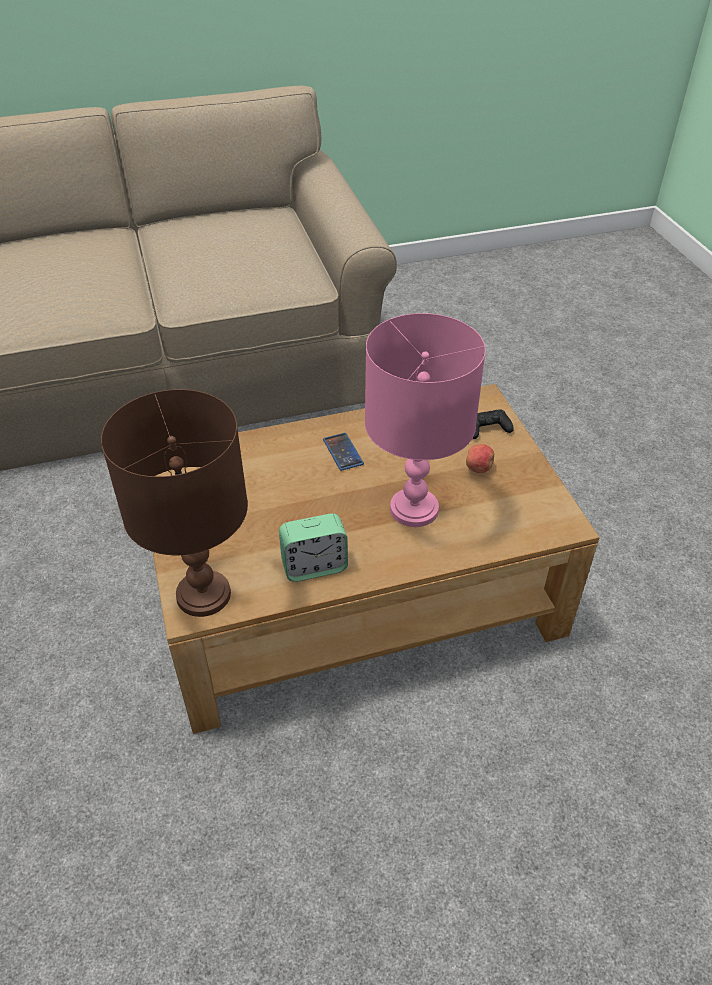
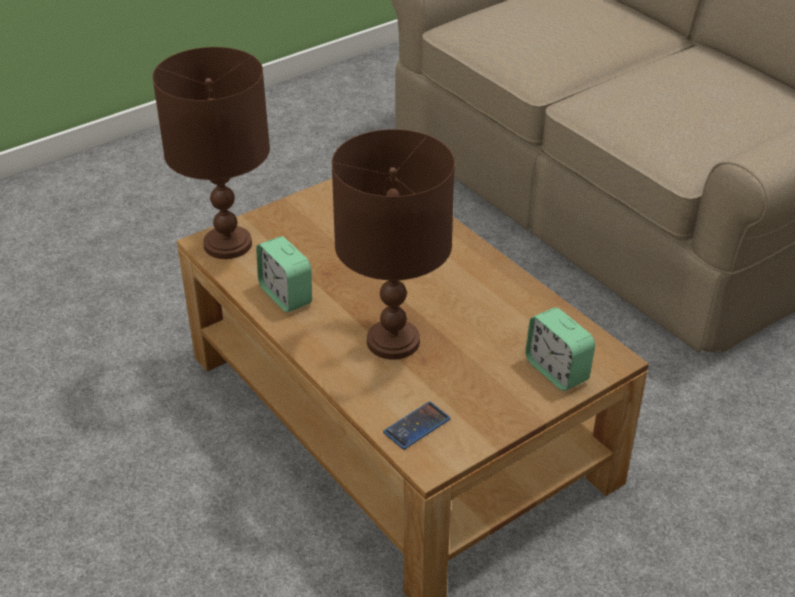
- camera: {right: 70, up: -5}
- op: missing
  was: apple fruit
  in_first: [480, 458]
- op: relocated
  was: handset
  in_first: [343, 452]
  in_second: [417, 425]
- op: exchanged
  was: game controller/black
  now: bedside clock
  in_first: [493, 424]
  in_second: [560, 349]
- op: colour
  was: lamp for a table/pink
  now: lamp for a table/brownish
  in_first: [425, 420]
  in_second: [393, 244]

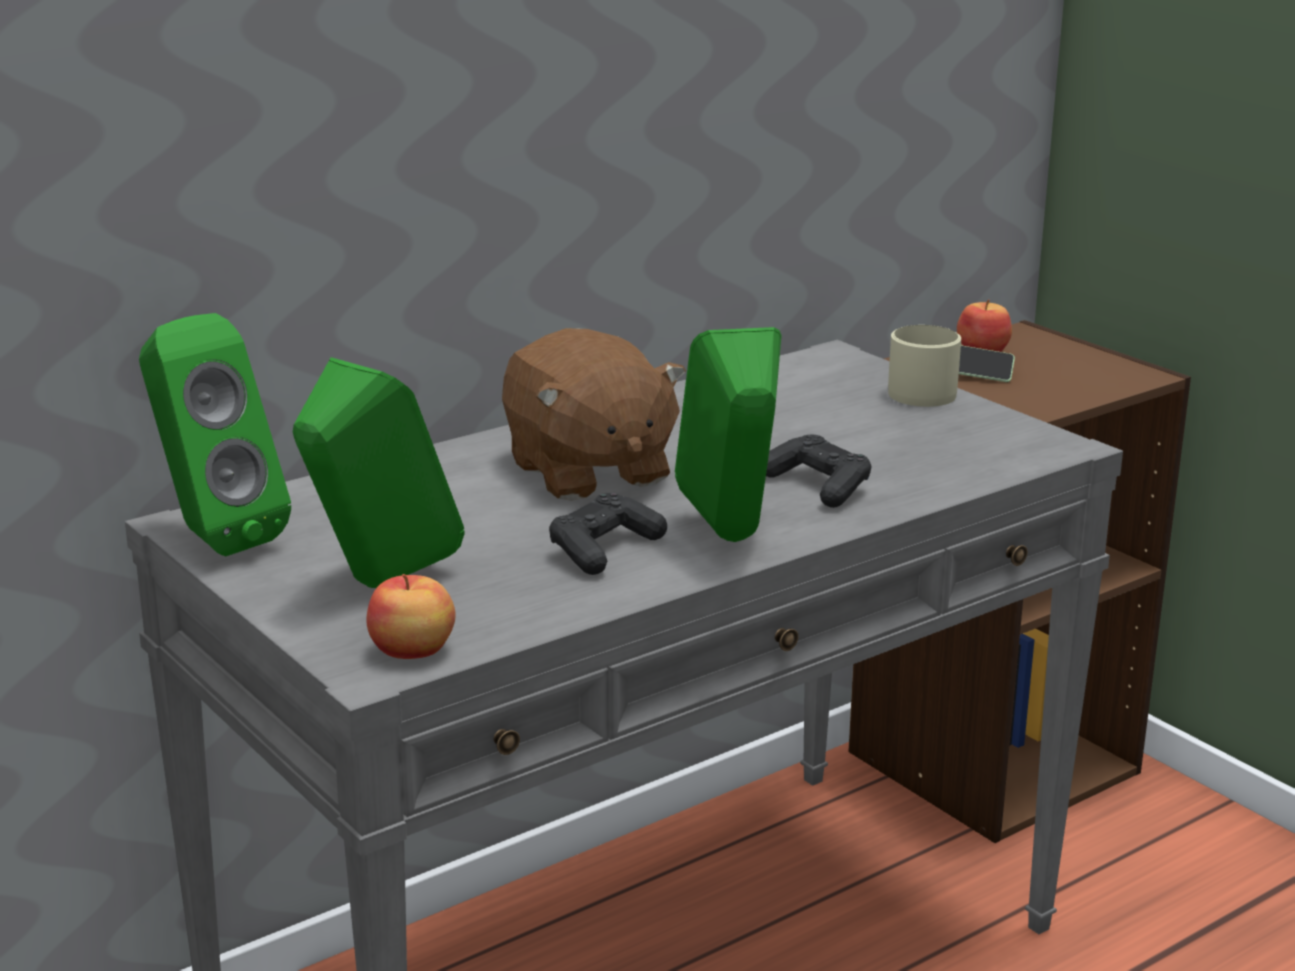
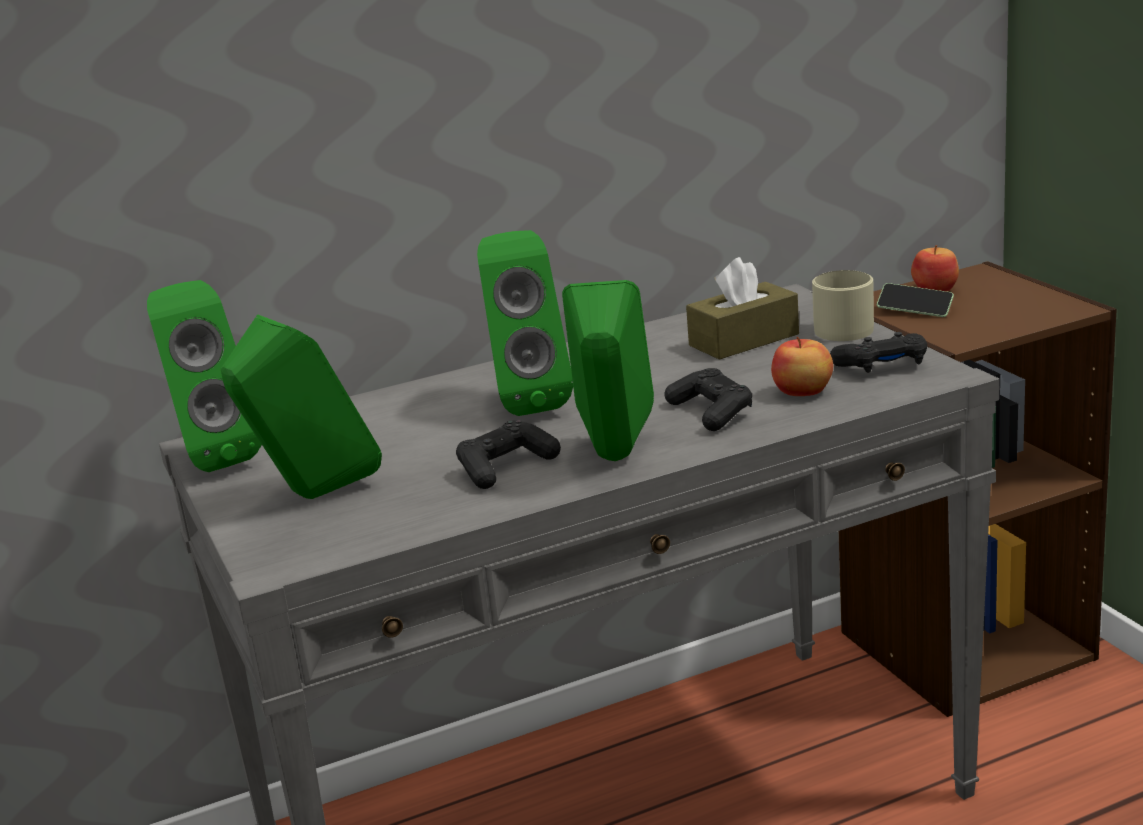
- camera: {right: 15, up: 0}
- op: appeared
  now: box of tissues/brownish
  in_second: [742, 308]
- op: appeared
  now: game controller/black
  in_second: [878, 352]
- op: relocated
  was: apple fruit
  in_first: [411, 616]
  in_second: [802, 366]
- op: exchanged
  was: plush toy/brownish
  now: speaker/green
  in_first: [594, 414]
  in_second: [525, 323]

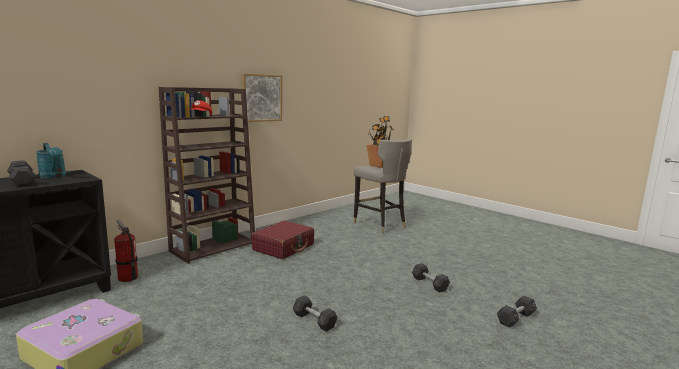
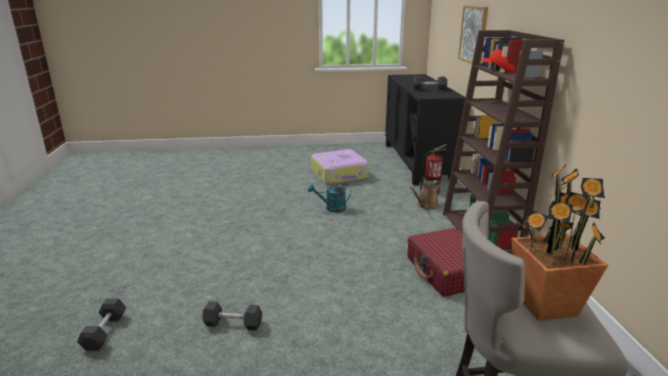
- camera: {right: 130, up: 10}
- op: missing
  was: hand weight/gray
  in_first: [315, 314]
- op: appeared
  now: sprinkling can/brownish
  in_second: [424, 194]
- op: relocated
  was: sprinkling can/blue-green
  in_first: [51, 160]
  in_second: [329, 197]
- op: relocated
  was: wall picture
  in_first: [262, 98]
  in_second: [473, 34]

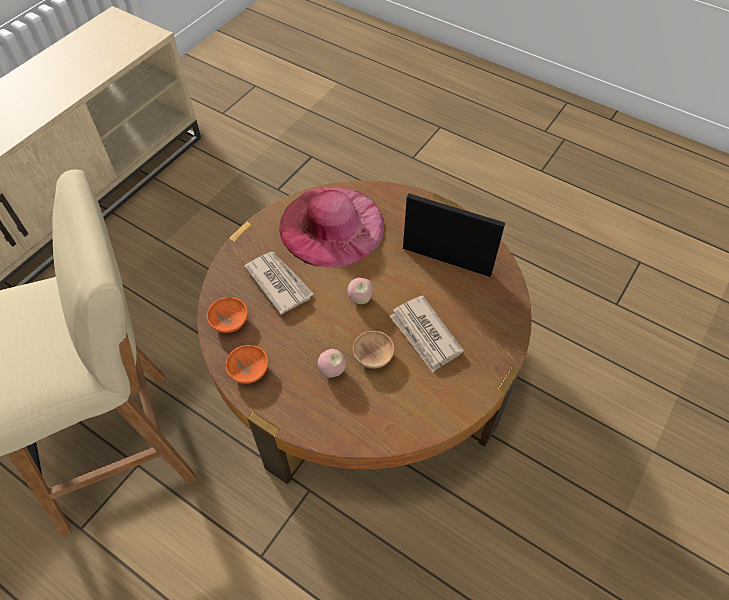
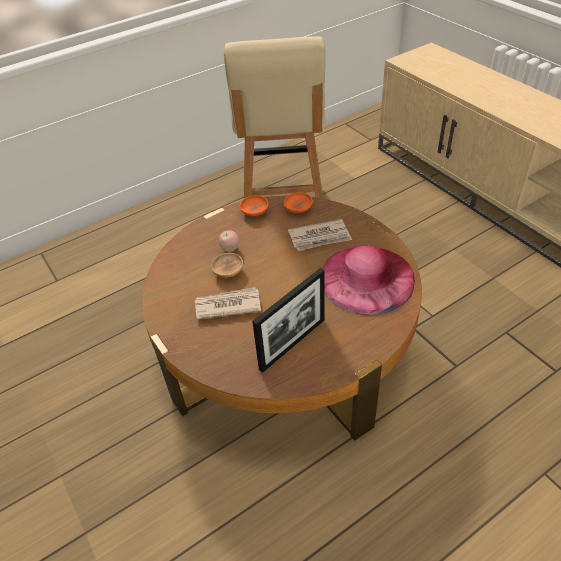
- camera: {right: 115, up: -10}
- op: missing
  was: apple fruit
  in_first: [360, 291]

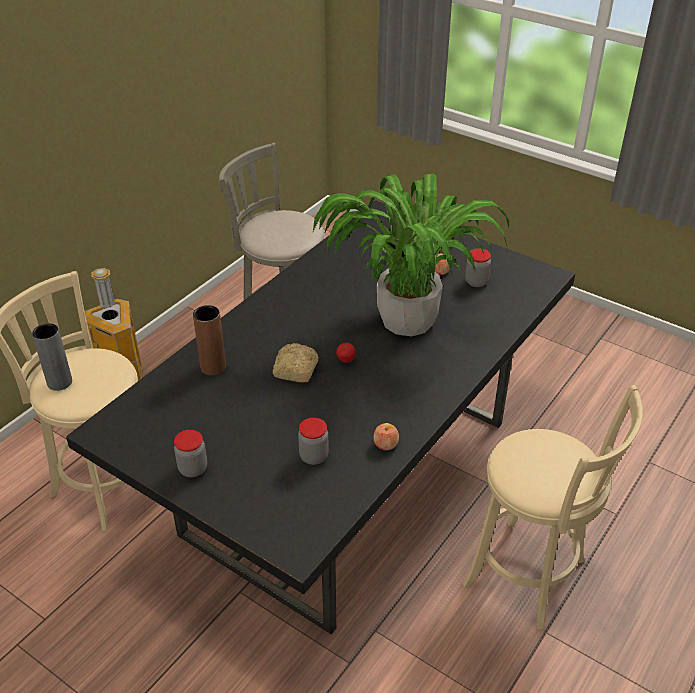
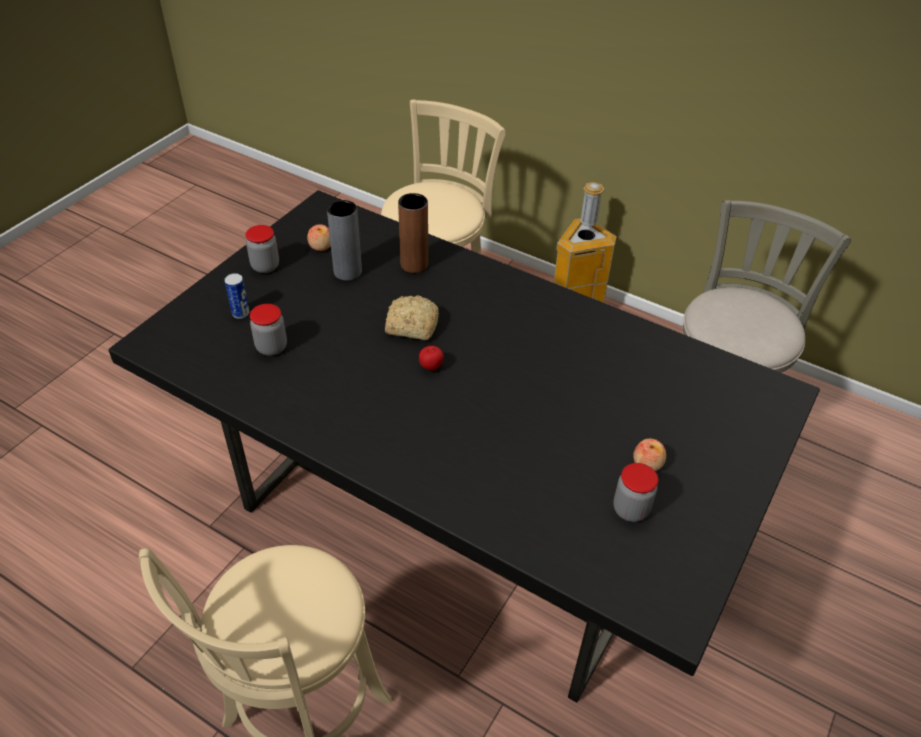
- camera: {right: 85, up: 5}
- op: missing
  was: houseplant
  in_first: [411, 255]
- op: appeared
  now: sealed can
  in_second: [236, 296]
- op: relocated
  was: vase/gray
  in_first: [52, 357]
  in_second: [344, 240]
- op: relocated
  was: apple fruit
  in_first: [386, 436]
  in_second: [319, 237]

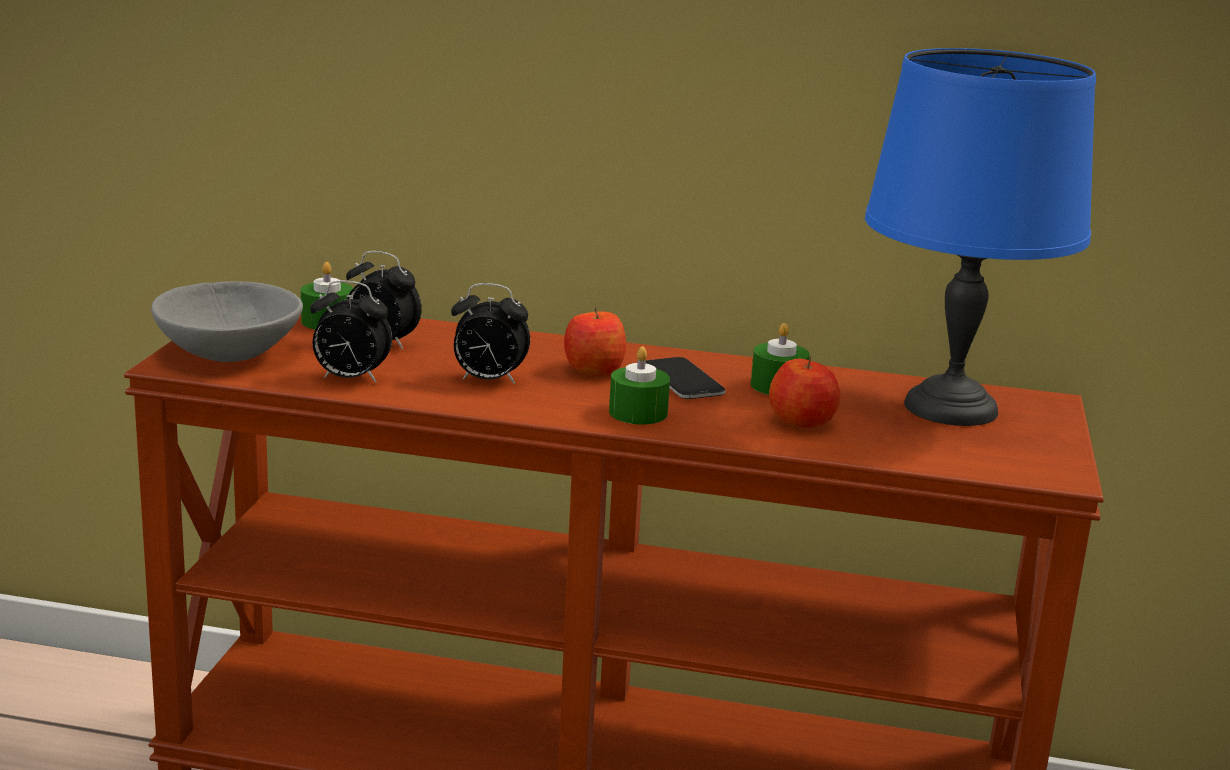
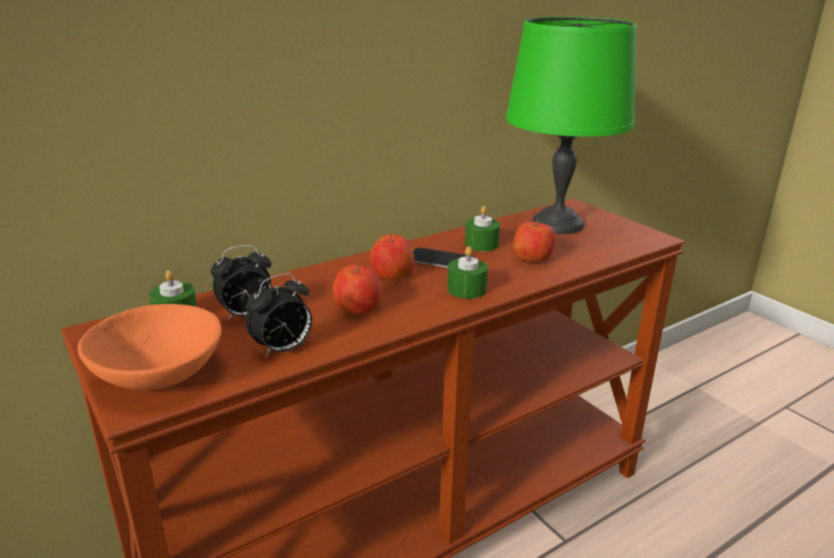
- camera: {right: -45, up: 5}
- op: exchanged
  was: bedside clock
  now: apple fruit
  in_first: [490, 333]
  in_second: [358, 289]
- op: colour
  was: deep dish/gray
  now: deep dish/orangey
  in_first: [227, 321]
  in_second: [150, 347]
- op: colour
  was: lamp for a table/blue
  now: lamp for a table/green
  in_first: [980, 237]
  in_second: [571, 125]

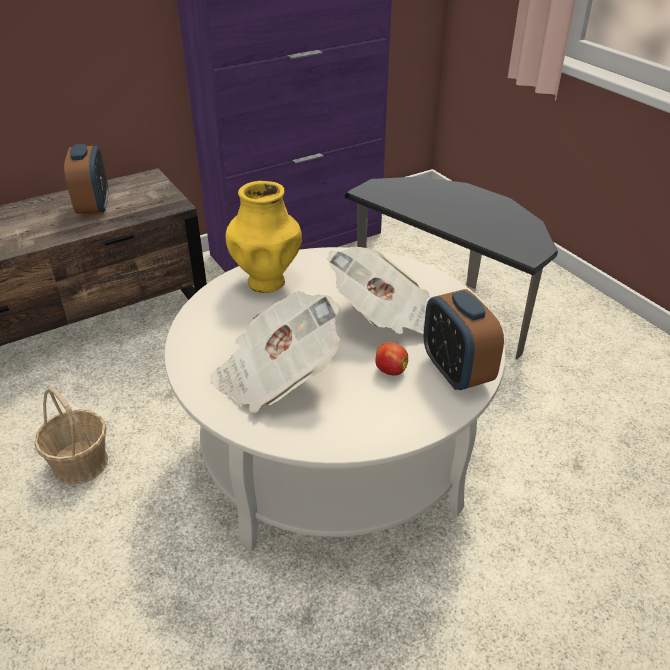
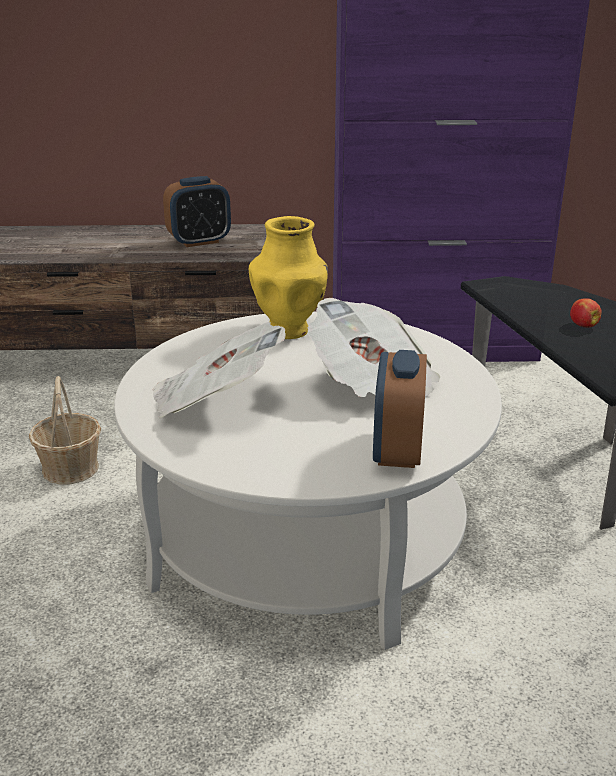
- camera: {right: 30, up: -10}
- op: relocated
  was: apple fruit
  in_first: [391, 359]
  in_second: [586, 313]
- op: spun
  was: bedside clock
  in_first: [86, 180]
  in_second: [197, 211]
  clockwise: 45

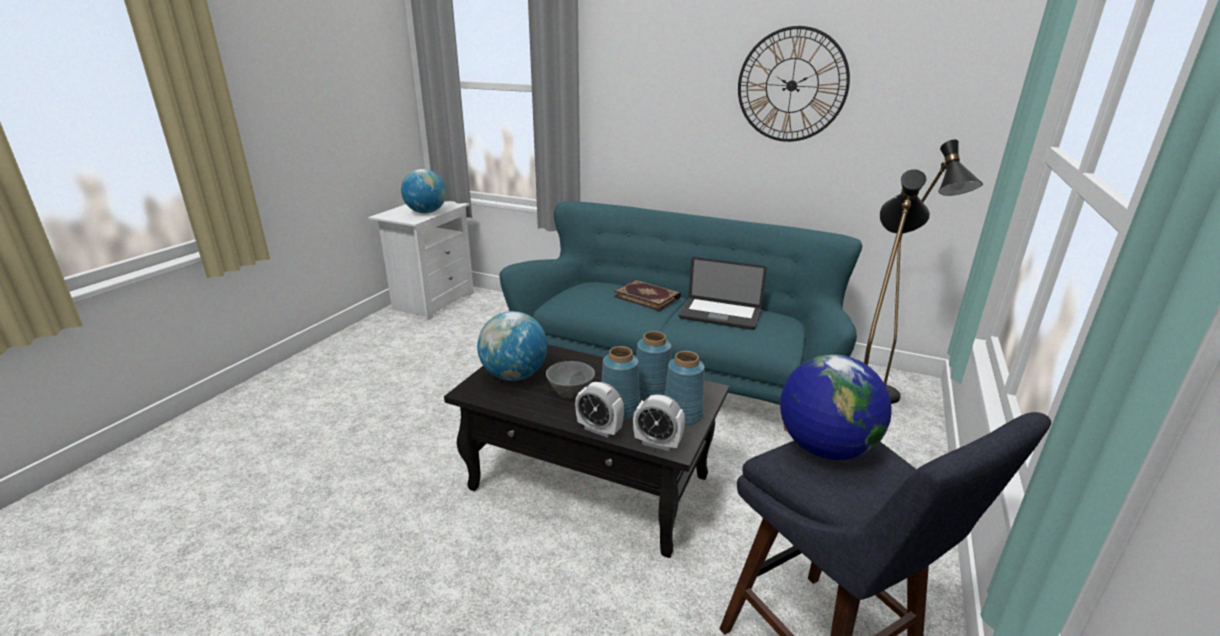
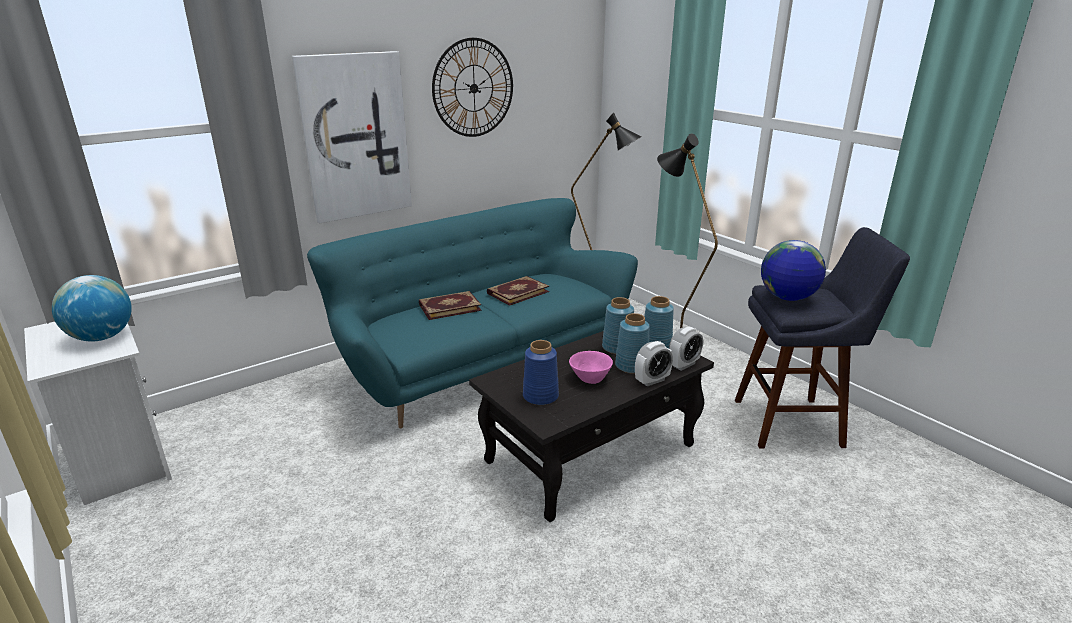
- camera: {right: -60, up: 0}
- op: appeared
  now: wall picture
  in_second: [352, 137]
- op: exchanged
  was: globe
  now: vase/blue
  in_first: [512, 346]
  in_second: [541, 372]
- op: exchanged
  was: laptop
  now: book
  in_first: [723, 293]
  in_second: [518, 291]
- op: colour
  was: deep dish/gray
  now: deep dish/pink
  in_first: [570, 380]
  in_second: [591, 367]

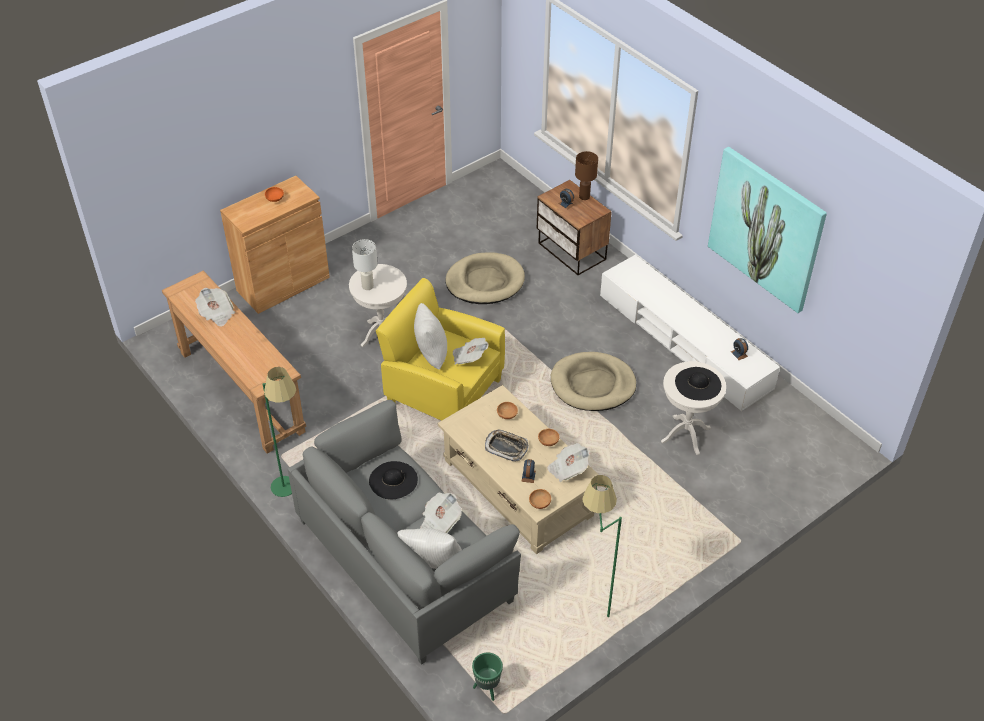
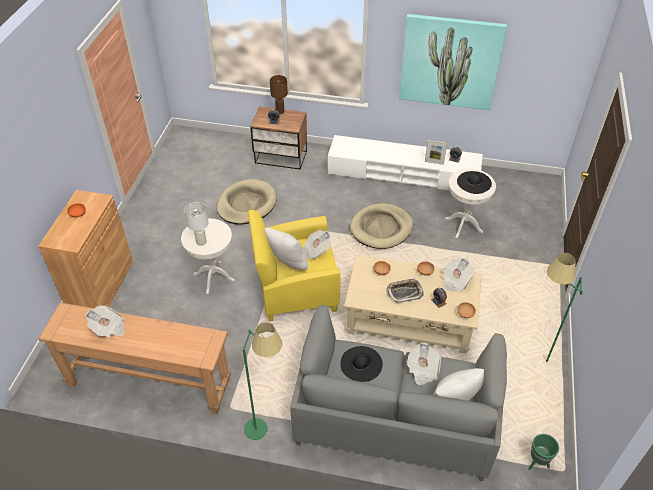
- camera: {right: -40, up: 0}
- op: appeared
  now: standing frame
  in_second: [436, 152]

